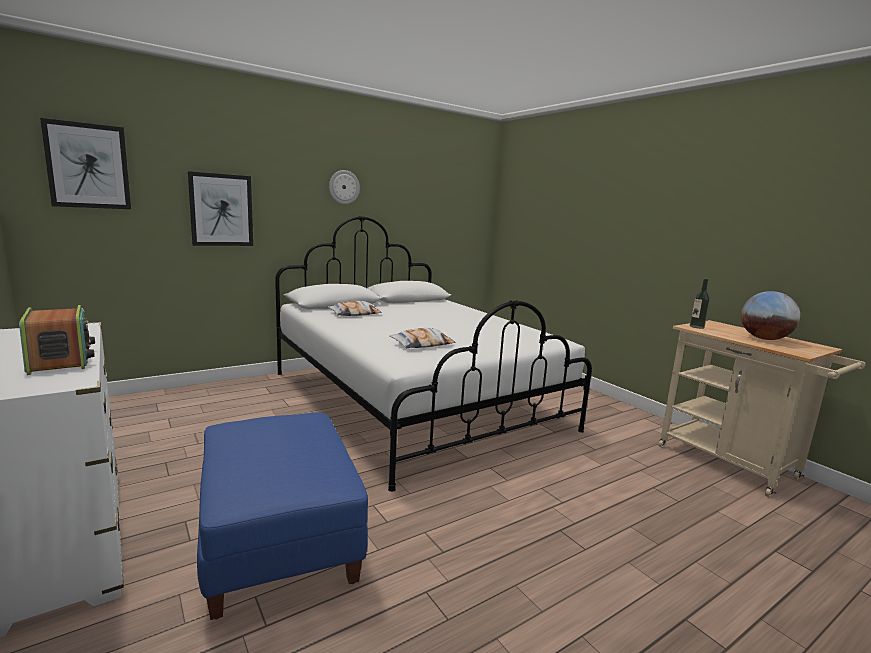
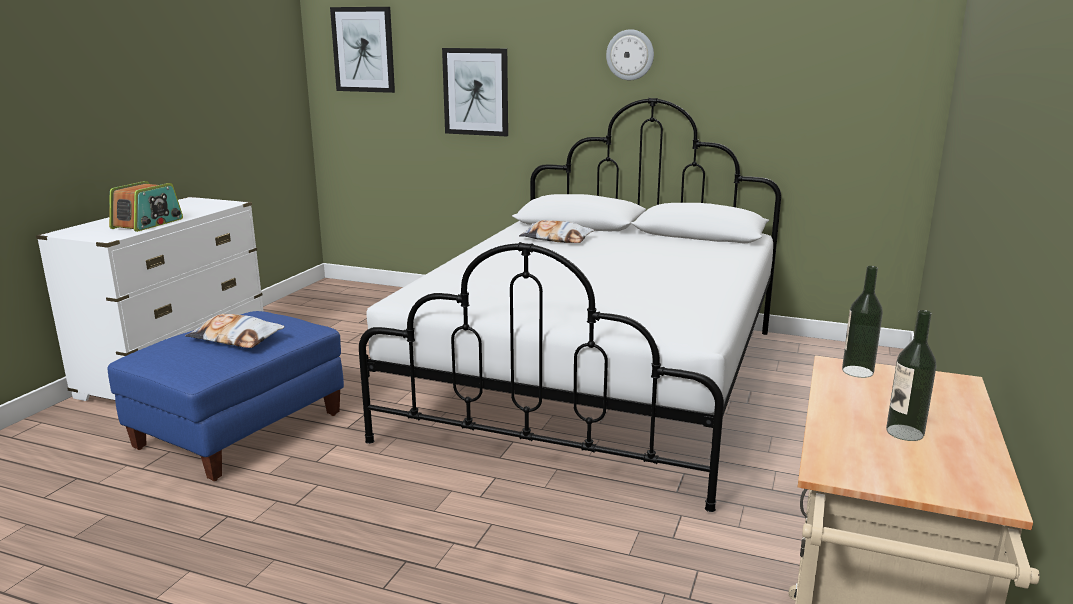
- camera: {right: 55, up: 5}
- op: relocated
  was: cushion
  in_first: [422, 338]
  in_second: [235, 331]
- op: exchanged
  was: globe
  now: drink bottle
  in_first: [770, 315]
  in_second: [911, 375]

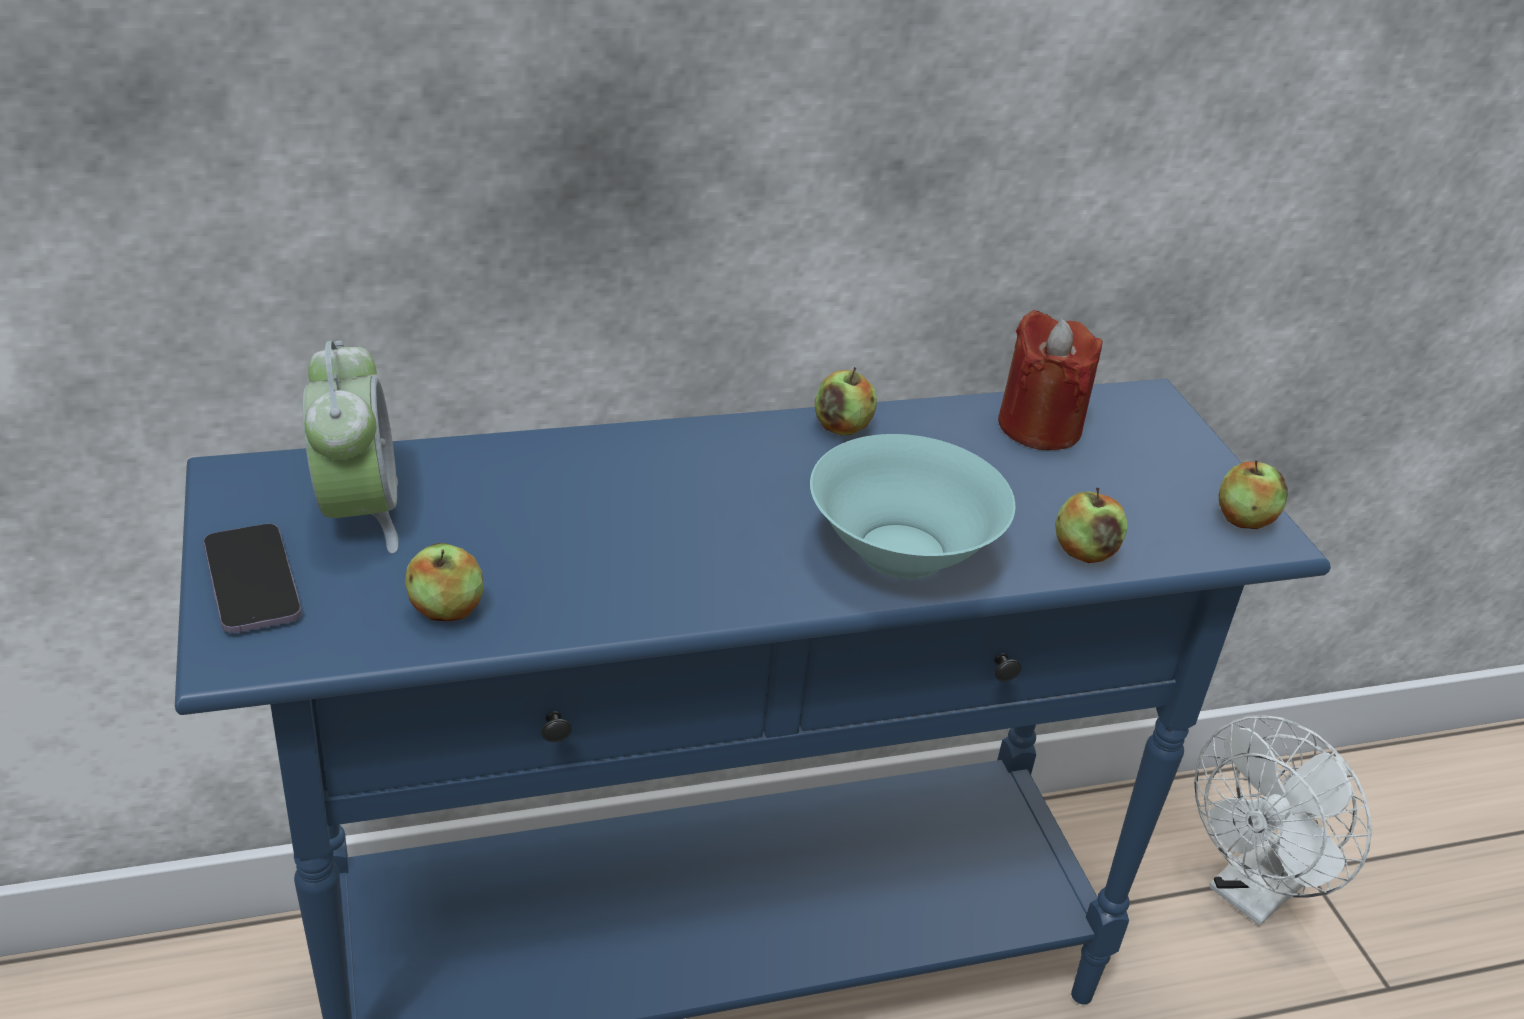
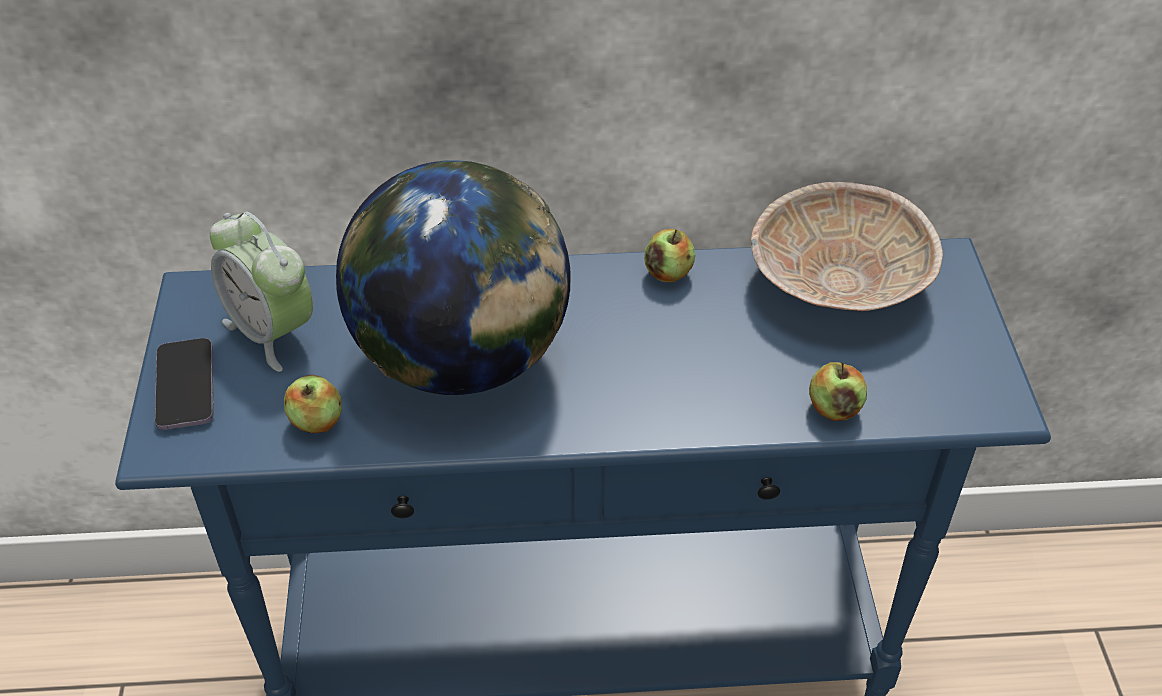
- camera: {right: 15, up: 10}
- op: missing
  was: deep dish/blue-green
  in_first: [912, 506]
- op: missing
  was: fan/whitish
  in_first: [1283, 820]
- op: missing
  was: apple fruit
  in_first: [1253, 494]
- op: appeared
  now: globe
  in_second: [453, 278]
- op: exchanged
  was: wax light/reddish
  now: deep dish/beige
  in_first: [1050, 380]
  in_second: [847, 246]
- op: spun
  was: bedside clock
  in_first: [351, 447]
  in_second: [261, 292]
  clockwise: 135

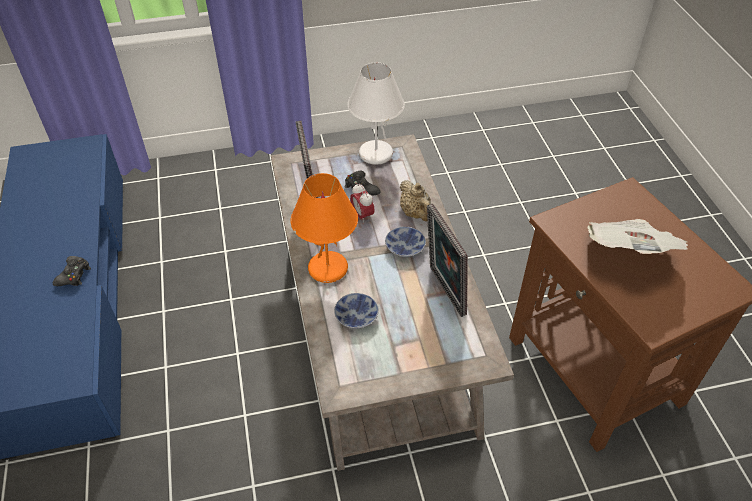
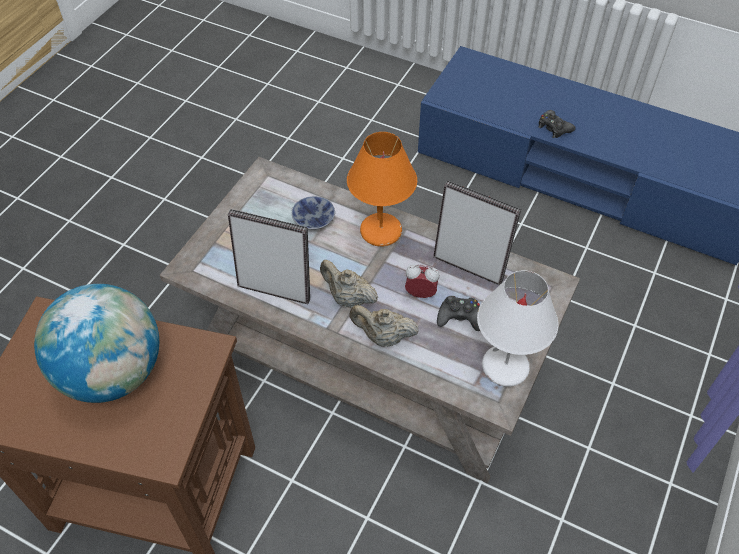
- camera: {right: 130, up: 5}
- op: exchanged
  was: deep dish
  now: teapot/beige
  in_first: [405, 241]
  in_second: [349, 284]
- op: exchanged
  was: daily paper
  now: globe
  in_first: [637, 236]
  in_second: [96, 343]

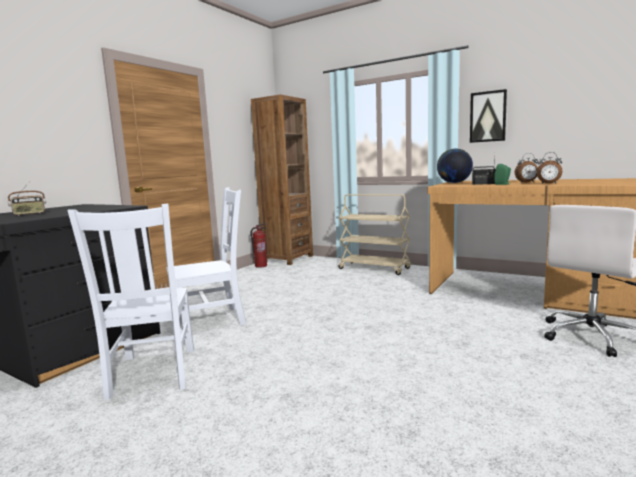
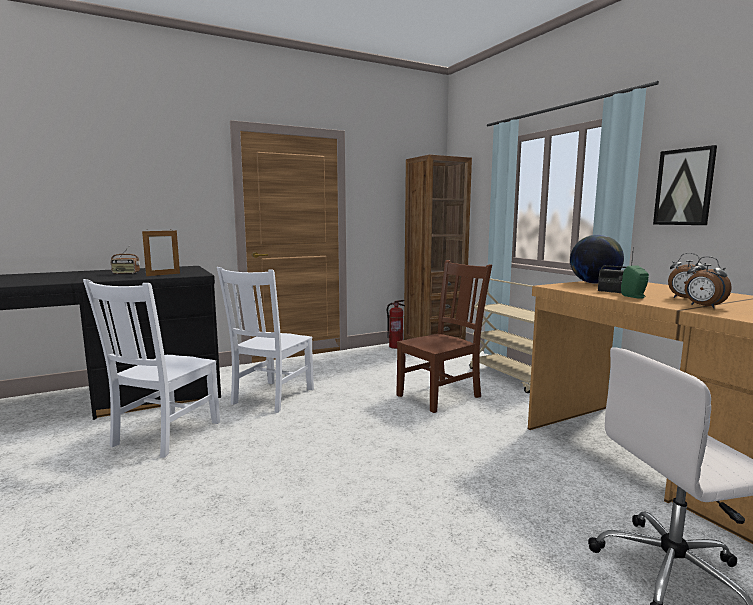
- camera: {right: 30, up: 0}
- op: appeared
  now: standing frame
  in_second: [161, 253]
- op: appeared
  now: chair/brownish
  in_second: [444, 336]
- op: spun
  was: chair/whitish
  in_first: [206, 260]
  in_second: [265, 340]
  clockwise: 105

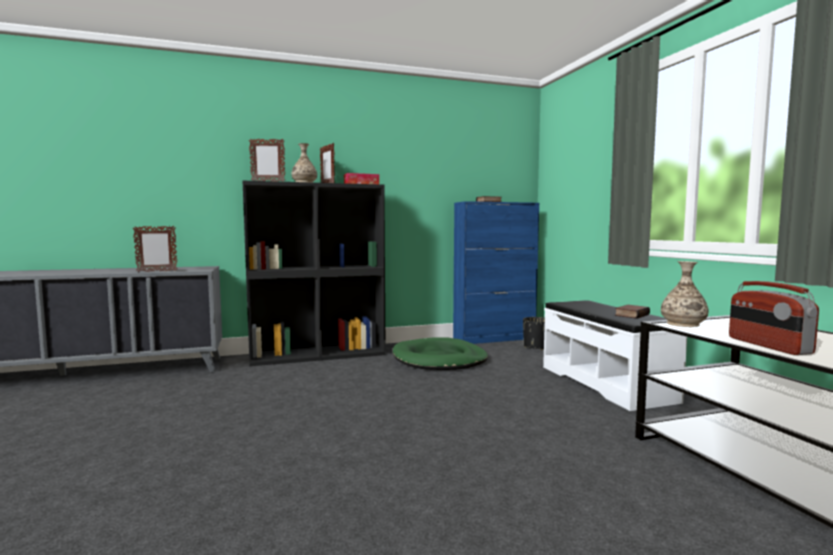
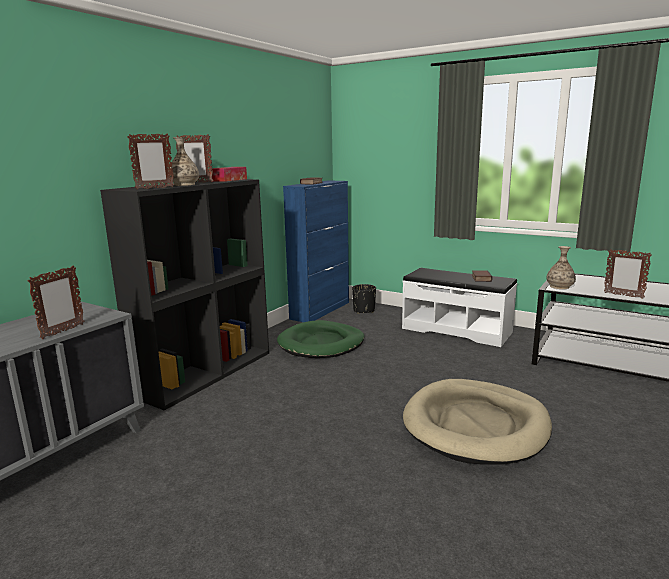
- camera: {right: -40, up: 10}
- op: appeared
  now: dog cushion/beige
  in_second: [477, 422]
- op: exchanged
  was: radio
  now: standing frame
  in_first: [774, 318]
  in_second: [628, 273]

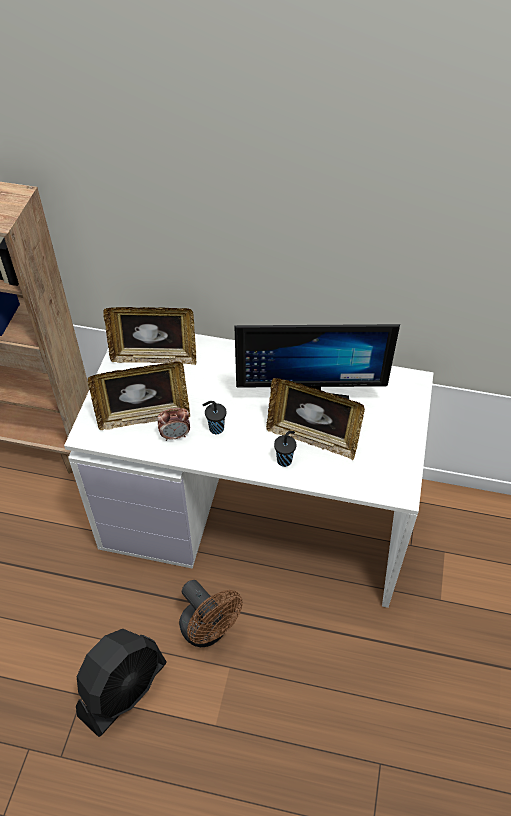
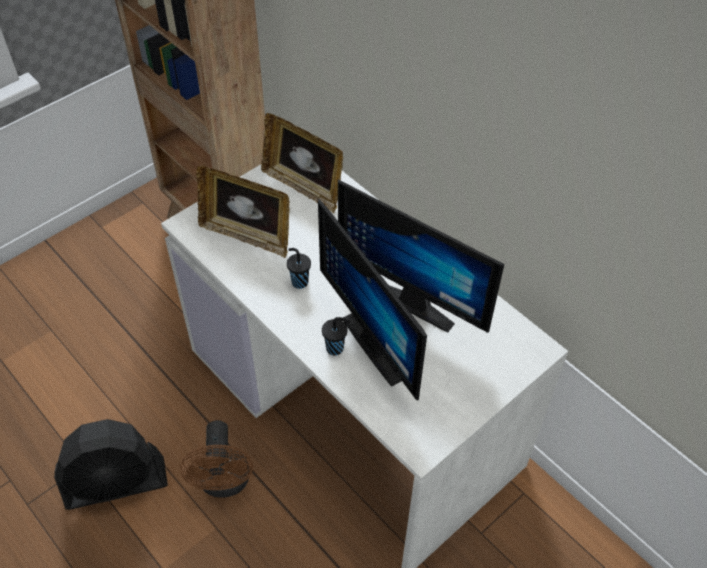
- camera: {right: 35, up: 0}
- op: missing
  was: bedside clock
  in_first: [174, 424]
- op: exchanged
  was: standing frame
  now: computer display
  in_first: [315, 419]
  in_second: [372, 300]

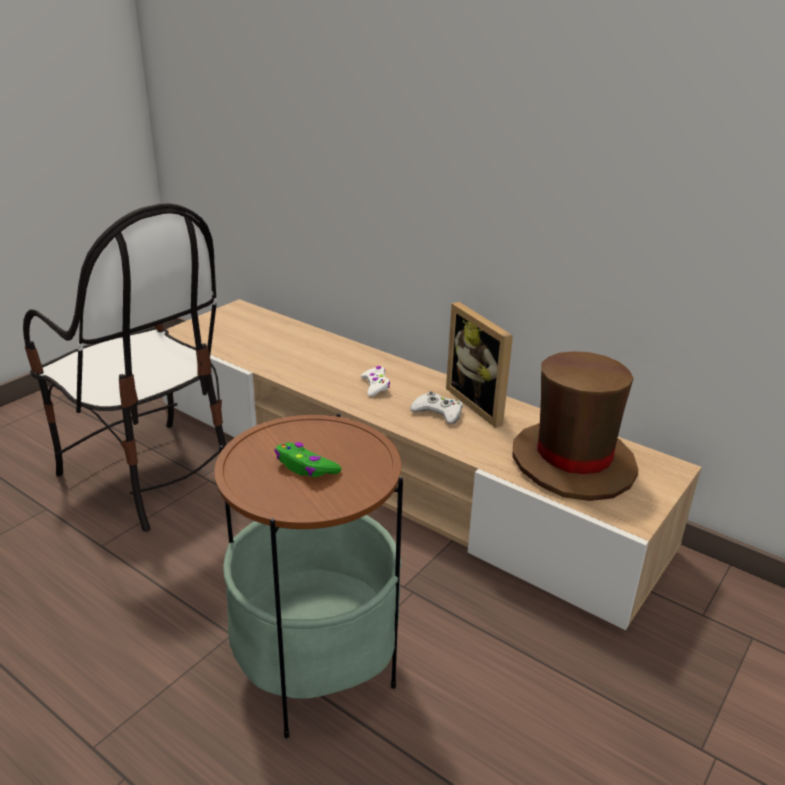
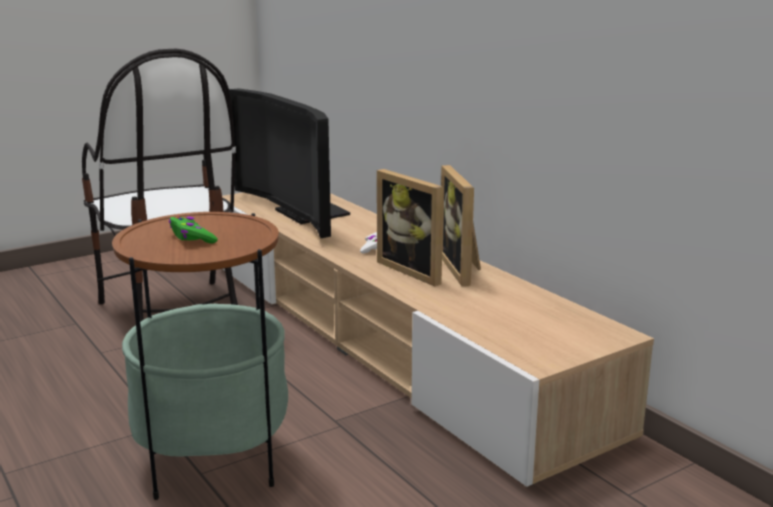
- camera: {right: 20, up: -10}
- op: missing
  was: clothing hat/brownish
  in_first: [575, 426]
- op: appeared
  now: TV
  in_second: [289, 163]
- op: exchanged
  was: game controller/whitish
  now: standing frame
  in_first: [436, 407]
  in_second: [410, 227]

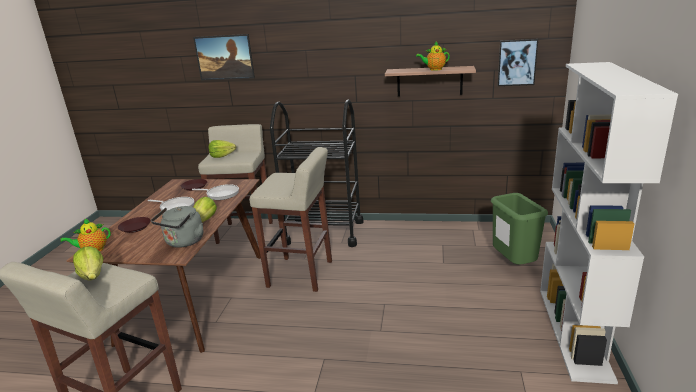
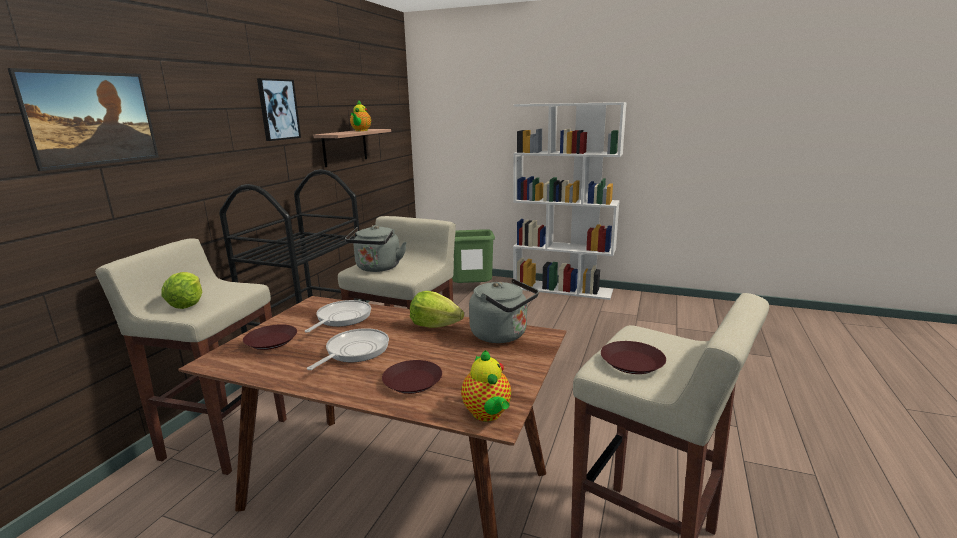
- camera: {right: -80, up: -5}
- op: appeared
  now: tea kettle/gray
  in_second: [376, 248]
- op: relocated
  was: wall picture
  in_first: [517, 62]
  in_second: [279, 109]
- op: exchanged
  was: head of lettuce
  now: plate/brownish
  in_first: [88, 263]
  in_second: [633, 357]

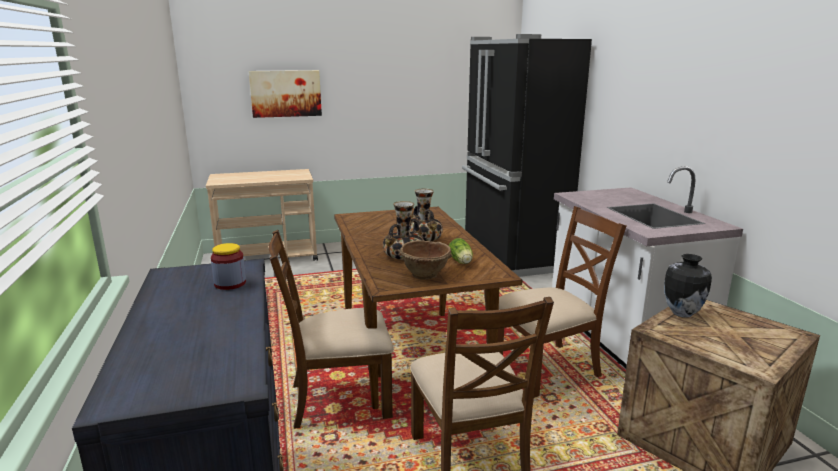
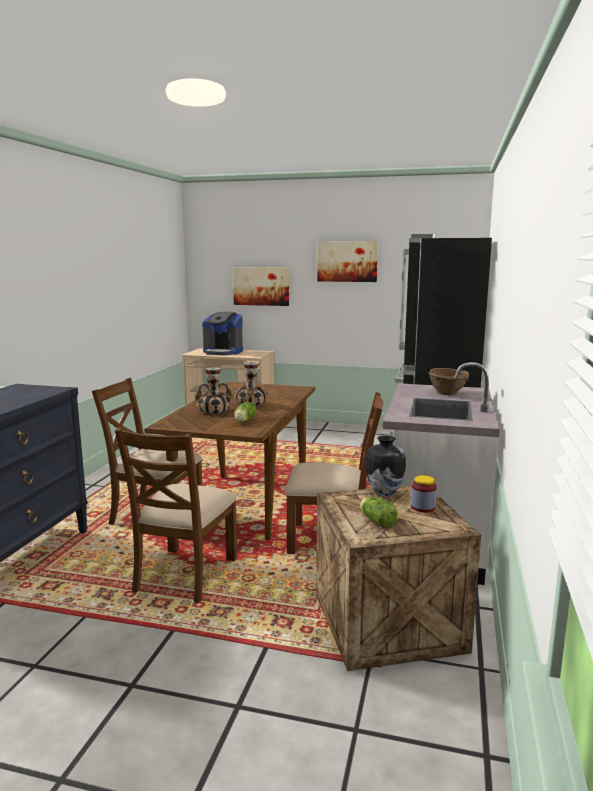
- camera: {right: 30, up: -5}
- op: appeared
  now: coffee machine
  in_second: [222, 333]
- op: appeared
  now: wall picture
  in_second: [347, 261]
- op: appeared
  now: head of lettuce
  in_second: [379, 512]
- op: relocated
  was: jar
  in_first: [228, 266]
  in_second: [424, 493]
- op: relocated
  was: deep dish/brownish
  in_first: [425, 260]
  in_second: [448, 381]

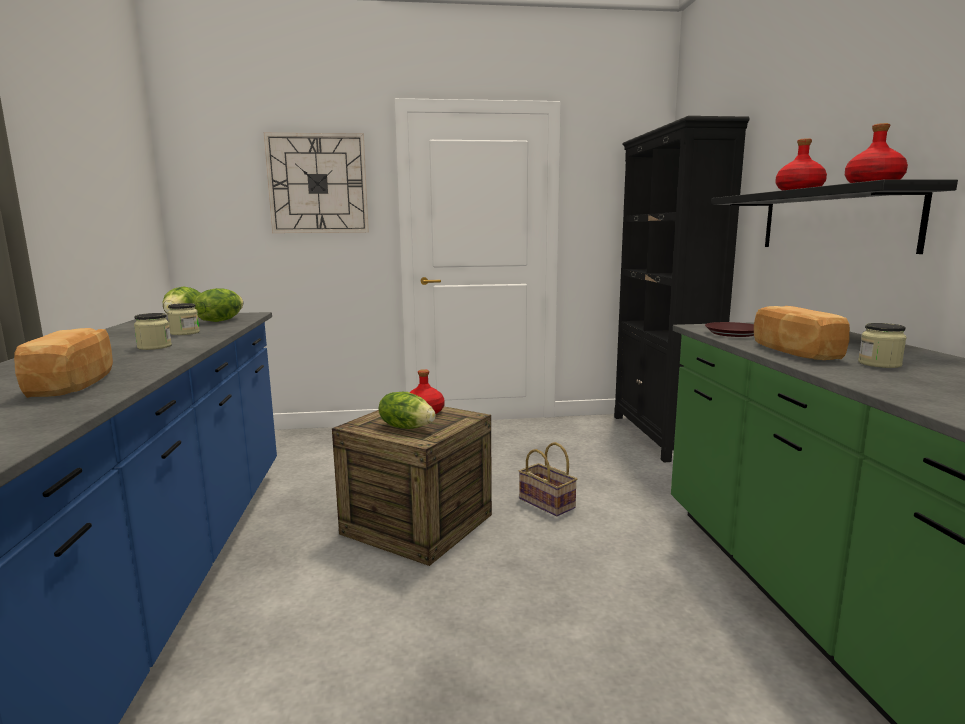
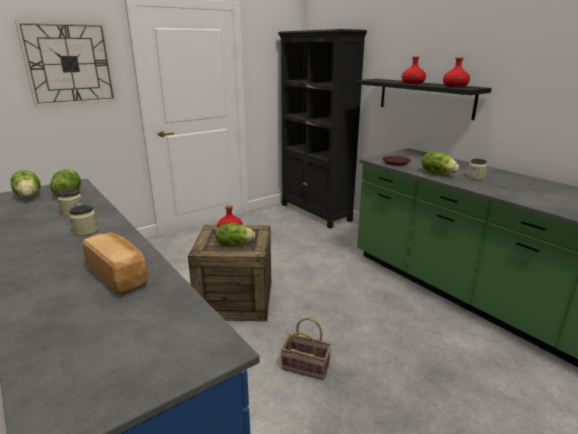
- camera: {right: -30, up: 10}
- op: relocated
  was: household basket
  in_first: [548, 479]
  in_second: [306, 349]
- op: exchanged
  was: baked bread
  now: head of lettuce
  in_first: [802, 333]
  in_second: [440, 163]

